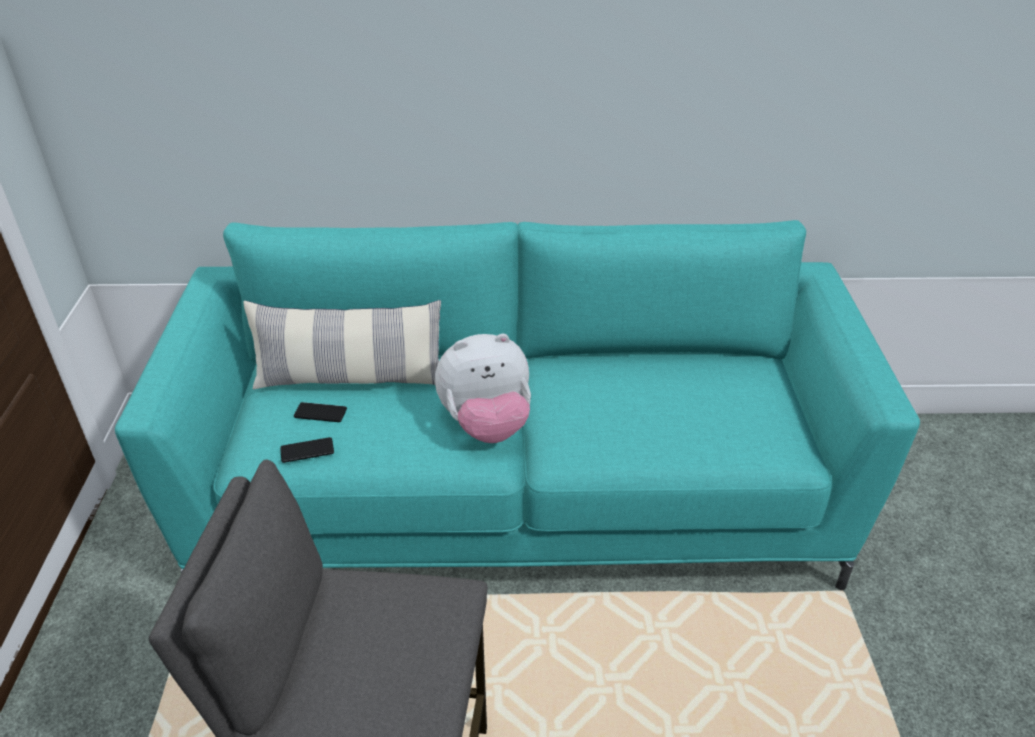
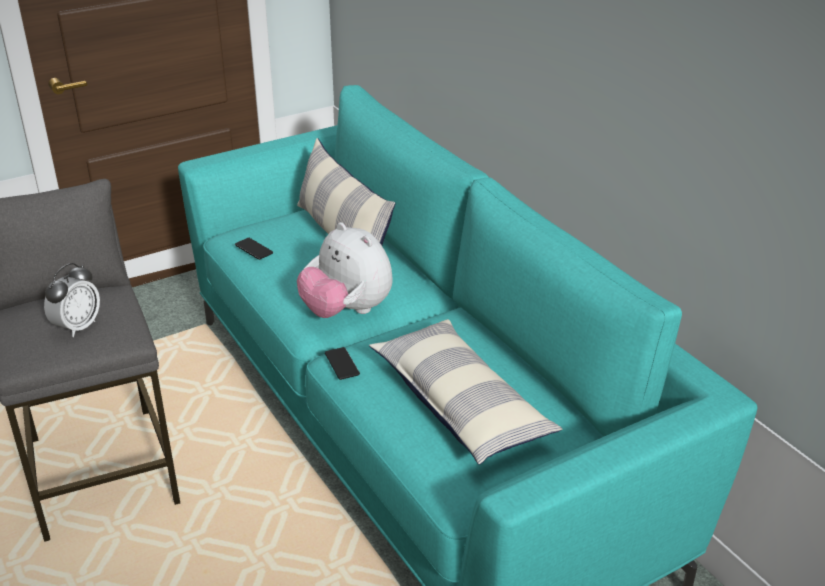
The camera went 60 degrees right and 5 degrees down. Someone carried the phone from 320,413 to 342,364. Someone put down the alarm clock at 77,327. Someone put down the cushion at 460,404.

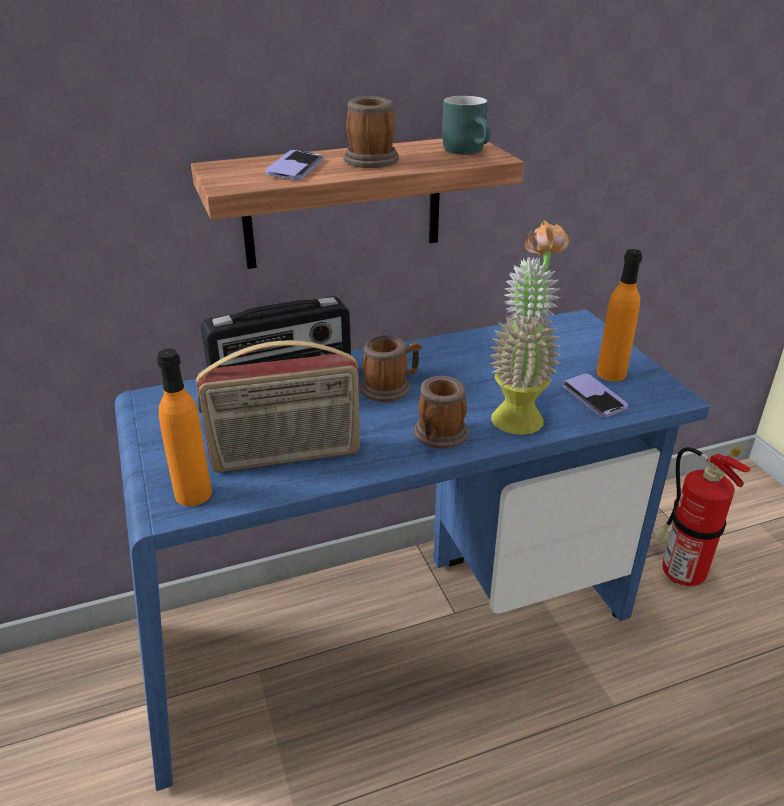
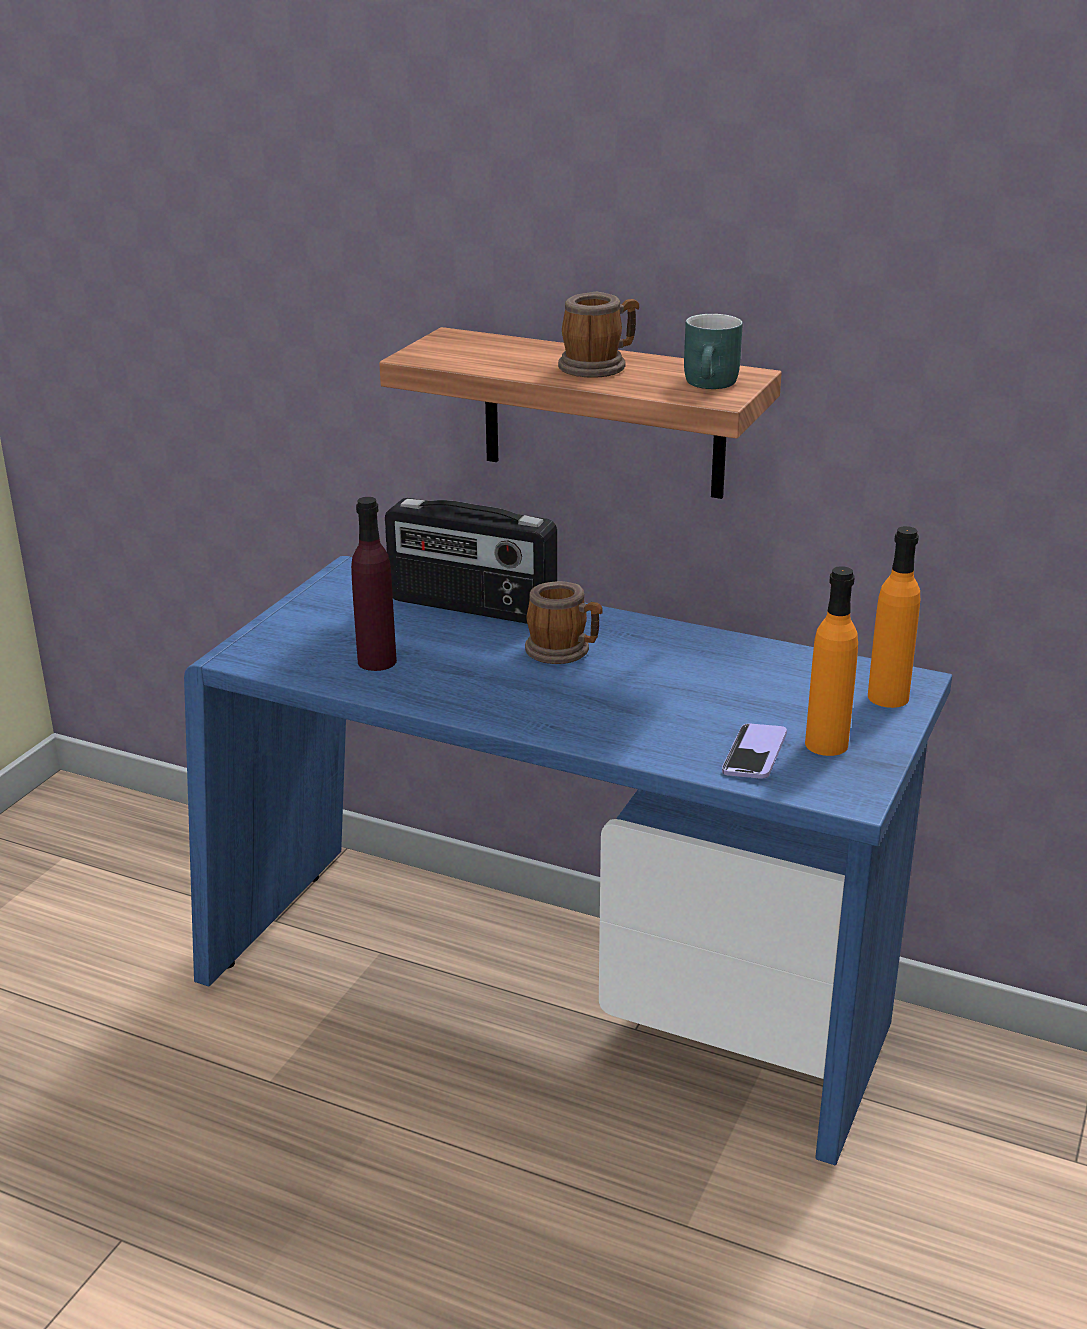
The camera went 45 degrees right and 5 degrees down. Someone took away the phone at 295,168. Someone took away the houseplant at 520,412. Someone swapped the radio receiver at 286,456 for the purple bottle at 377,661. Someone carried the orange-coloured bottle from 193,494 to 888,697. Someone took away the coffee mug at 438,437. Someone took away the extinguisher at 678,572.

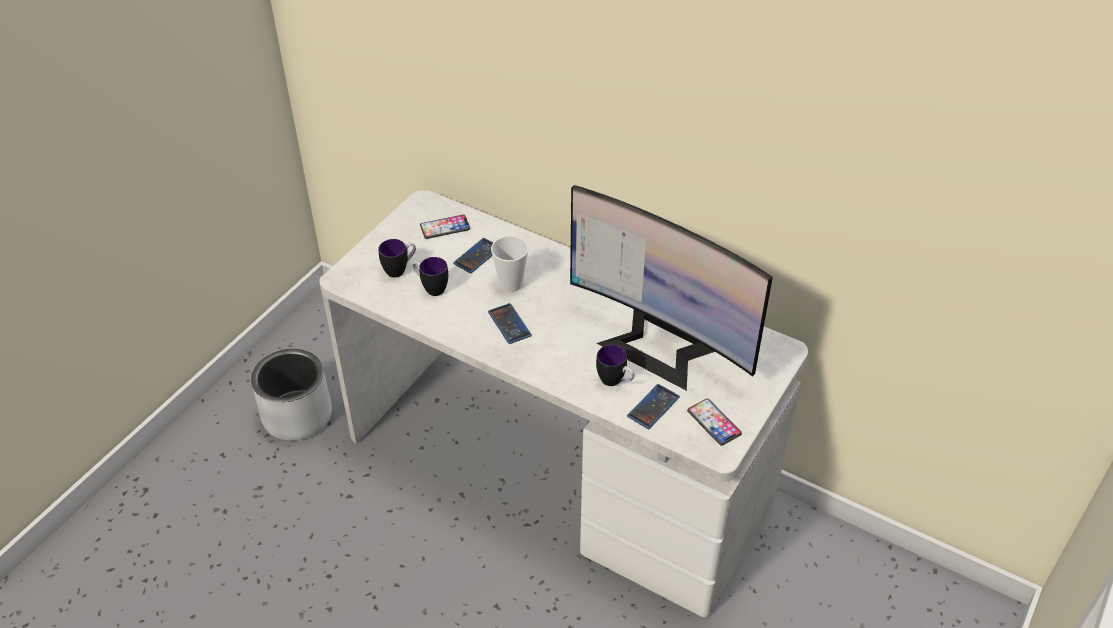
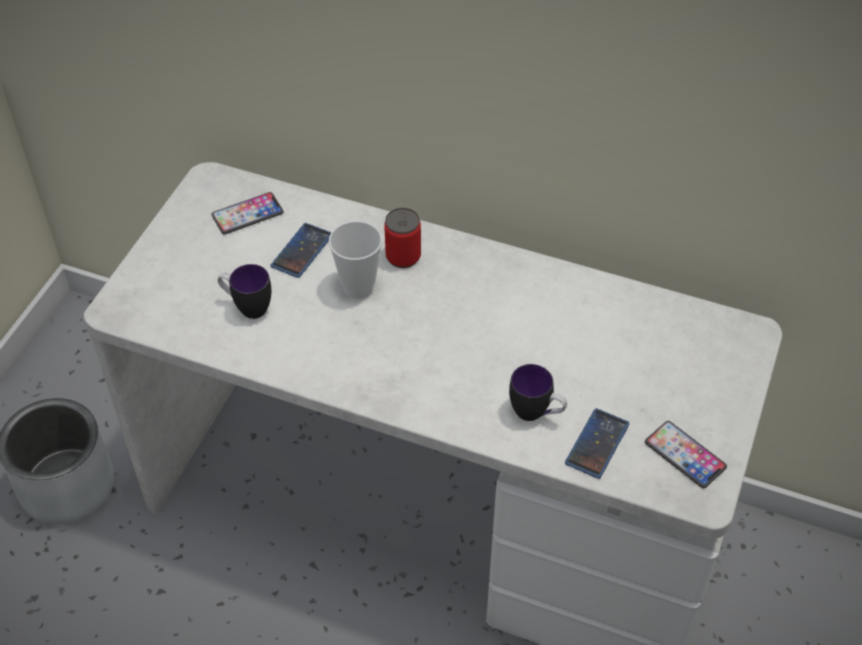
The camera went 10 degrees left and 5 degrees up. Someone took away the computer screen at 659,345. Someone took away the coffee mug at 400,269. Someone took away the phone at 509,324. Someone put down the can at 403,256.

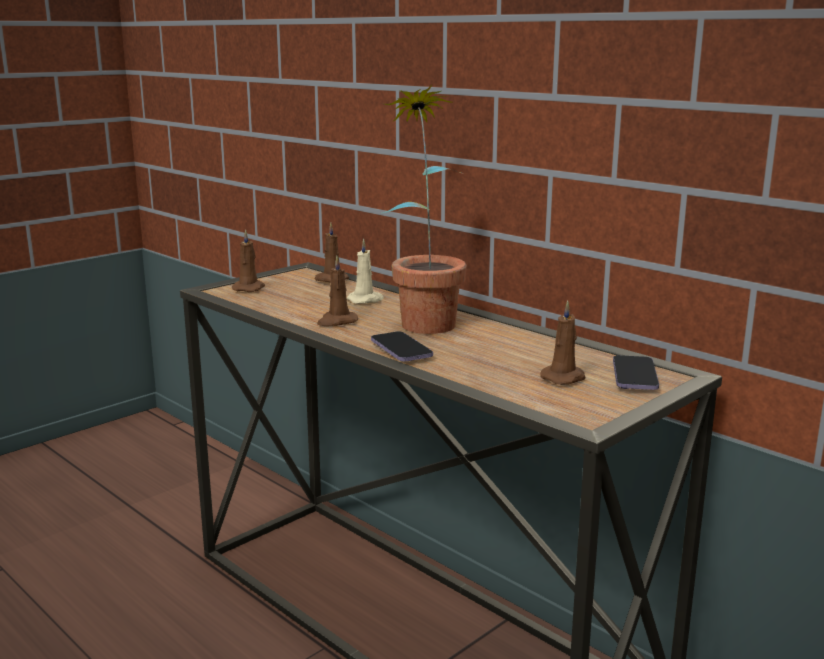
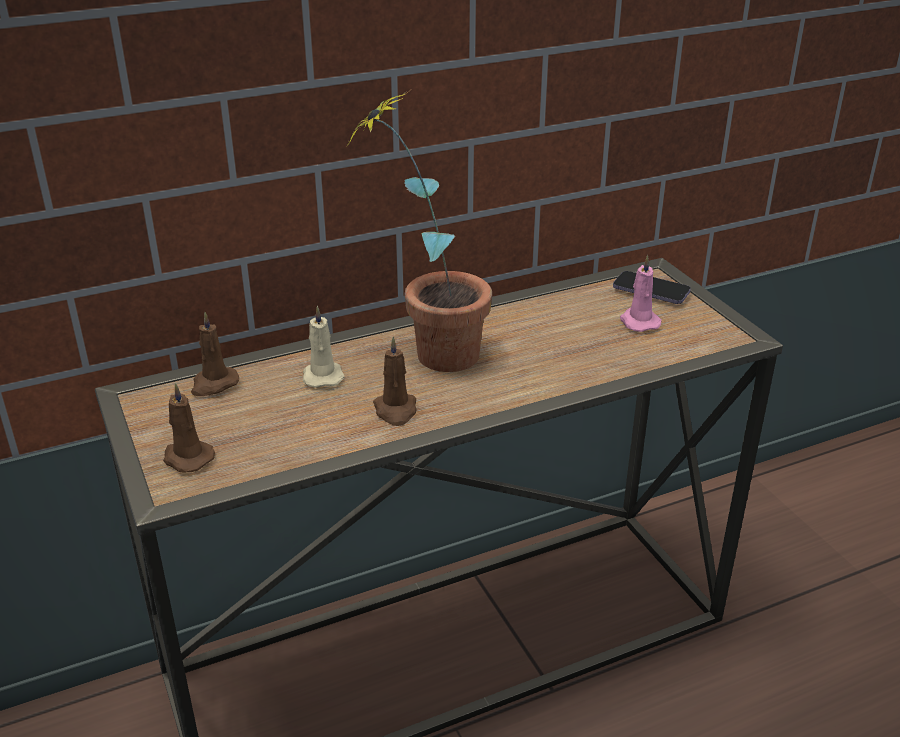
The camera went 70 degrees left and 15 degrees up. Someone repainted the brown-coloured candle at 564,378, which became the pink candle at 638,321. Someone took away the phone at 401,349.

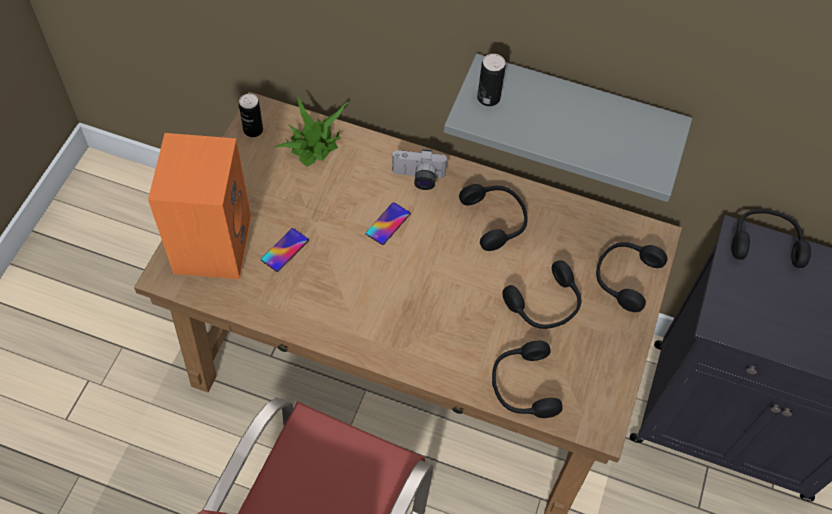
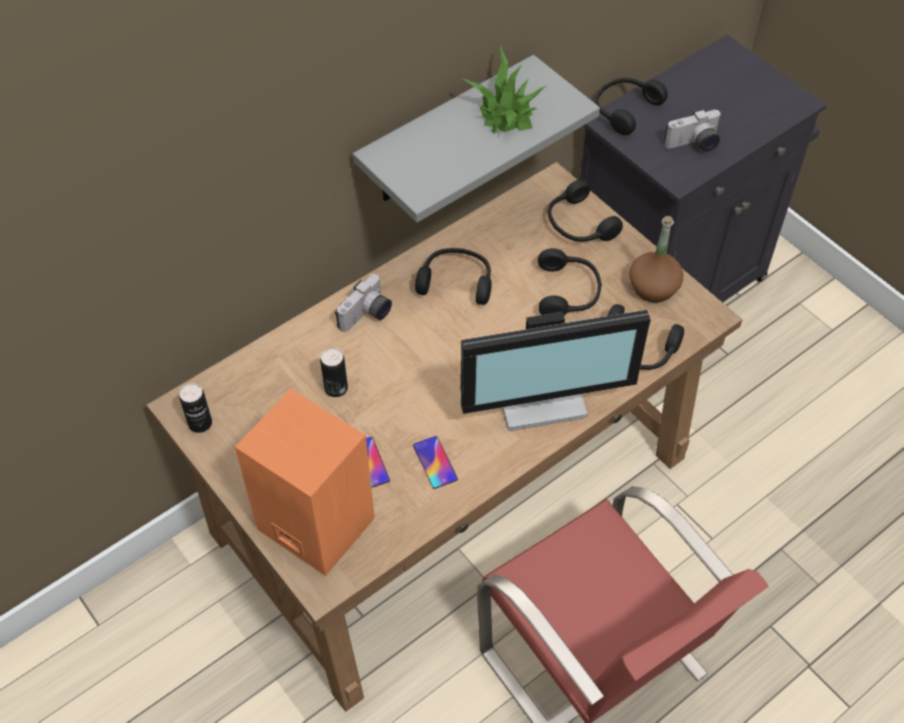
The camera went 55 degrees left and 5 degrees down. Someone carried the can from 488,98 to 336,388. Someone carried the houseplant from 314,144 to 506,112. Someone carried the phone from 388,223 to 435,462. Someone put down the still camera at 694,144. Someone put down the brown-coloured bottle at 653,287. Someone put down the computer screen at 541,395.

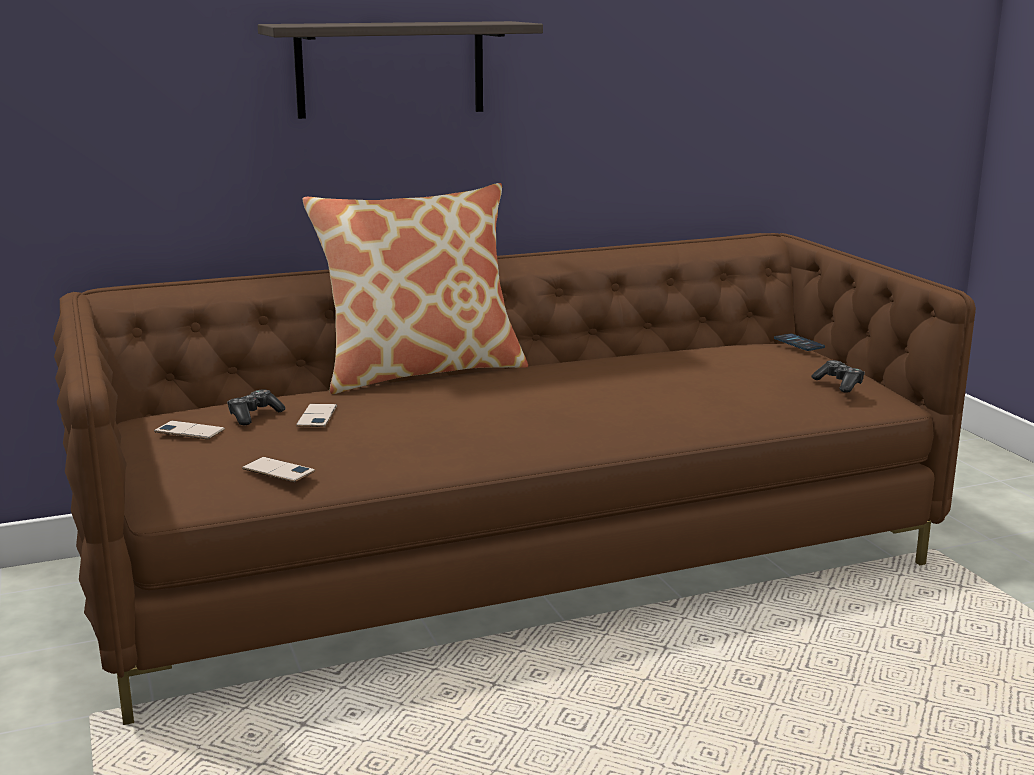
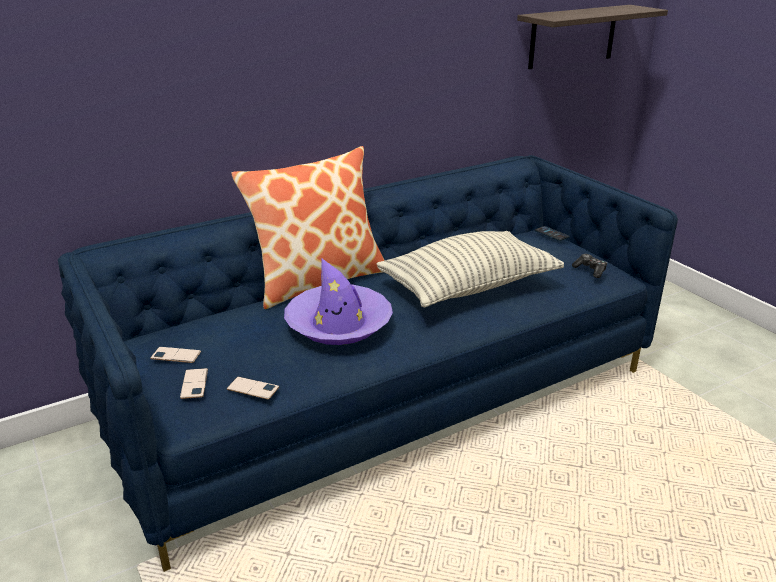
The camera went 10 degrees left and 10 degrees up. Someone carried the shelf from 390,69 to 573,36. Someone repainted the brown-coloured settee at 517,564, which became the blue-coloured settee at 388,397. Someone took away the gamepad at 254,415. Someone carried the phone from 317,416 to 194,384. Someone put down the cushion at 468,287. Someone put down the purple wearable hat at 339,324.

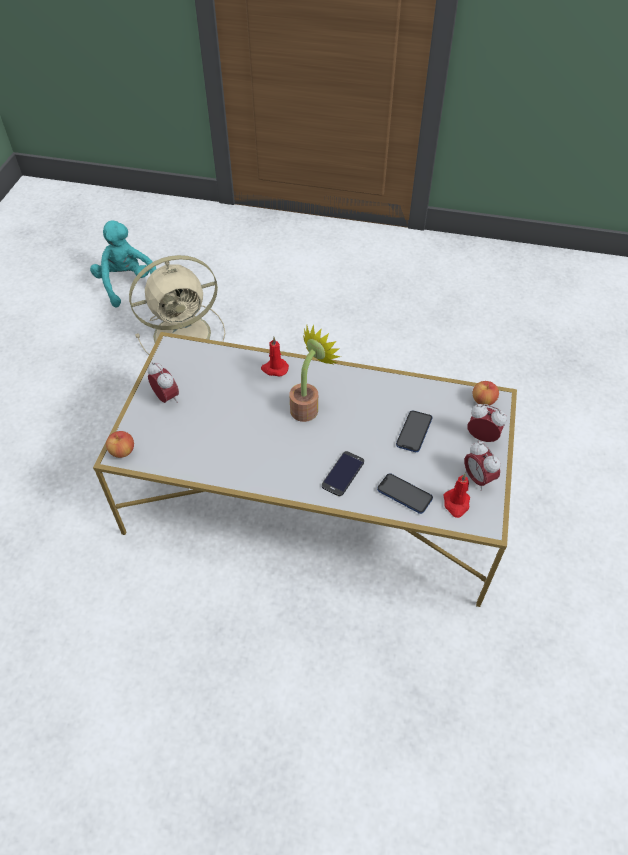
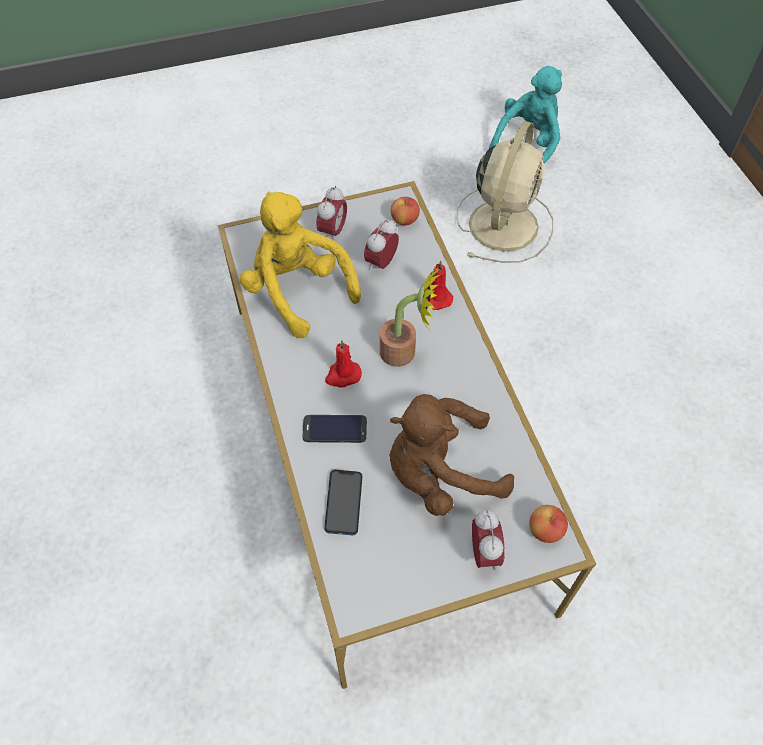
The camera went 60 degrees right and 5 degrees up. Someone rotated the beige fan at 185,334 by 105 degrees counterclockwise. Someone swapped the phone at 414,432 for the brown-coloured soft toy at 440,473. Someone carried the whole apple from 122,451 to 404,220. Someone carried the alarm clock from 477,478 to 381,263. Someone carried the reddish candle from 456,504 to 342,375. Someone put down the yellow-coloured soft toy at 297,291.

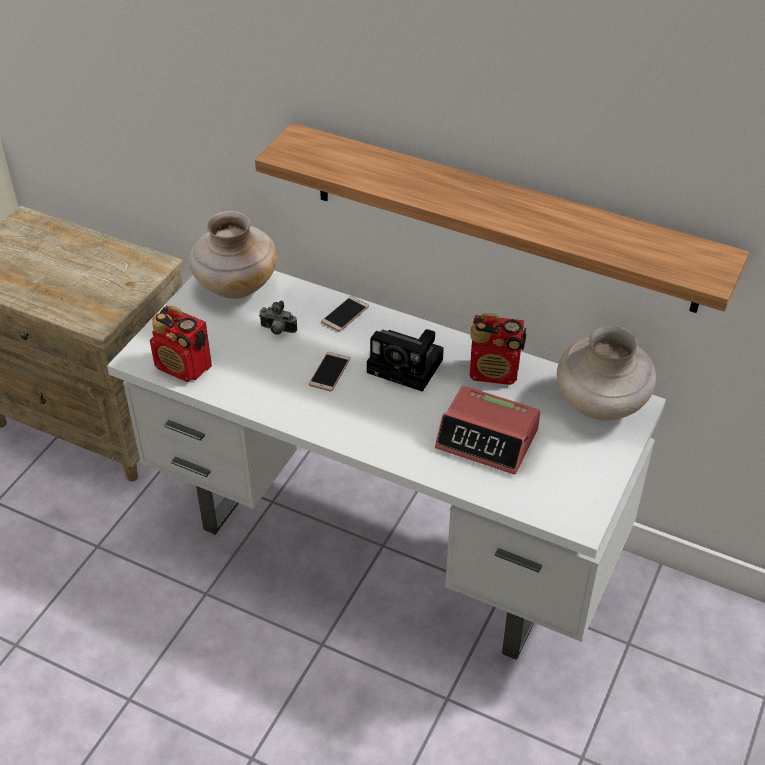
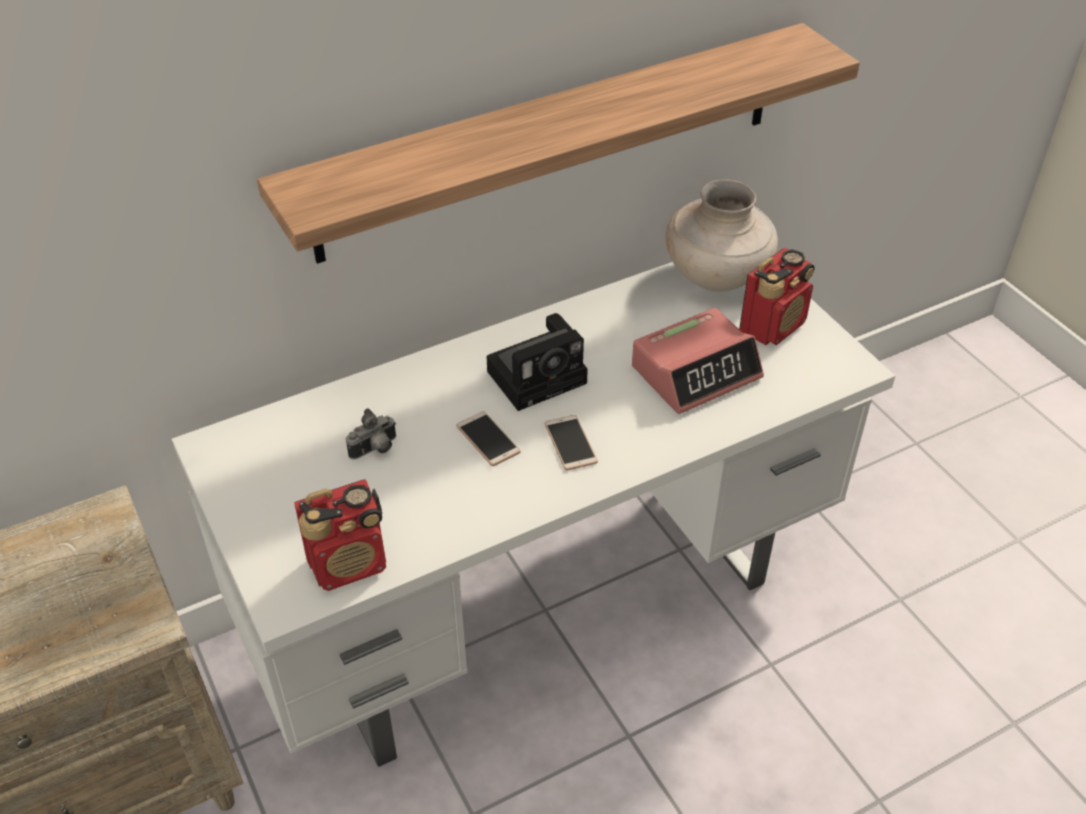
The camera went 55 degrees left and 0 degrees up. Someone took away the beige flower vase at 236,286. Someone carried the phone from 345,314 to 570,443. Someone carried the radio receiver from 494,372 to 773,326.

